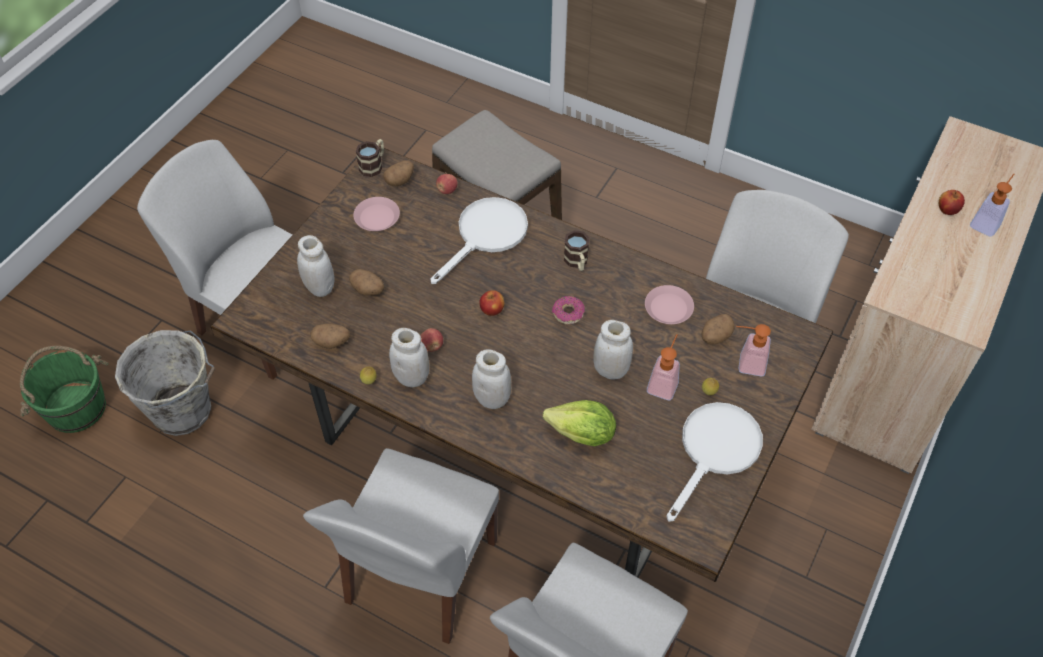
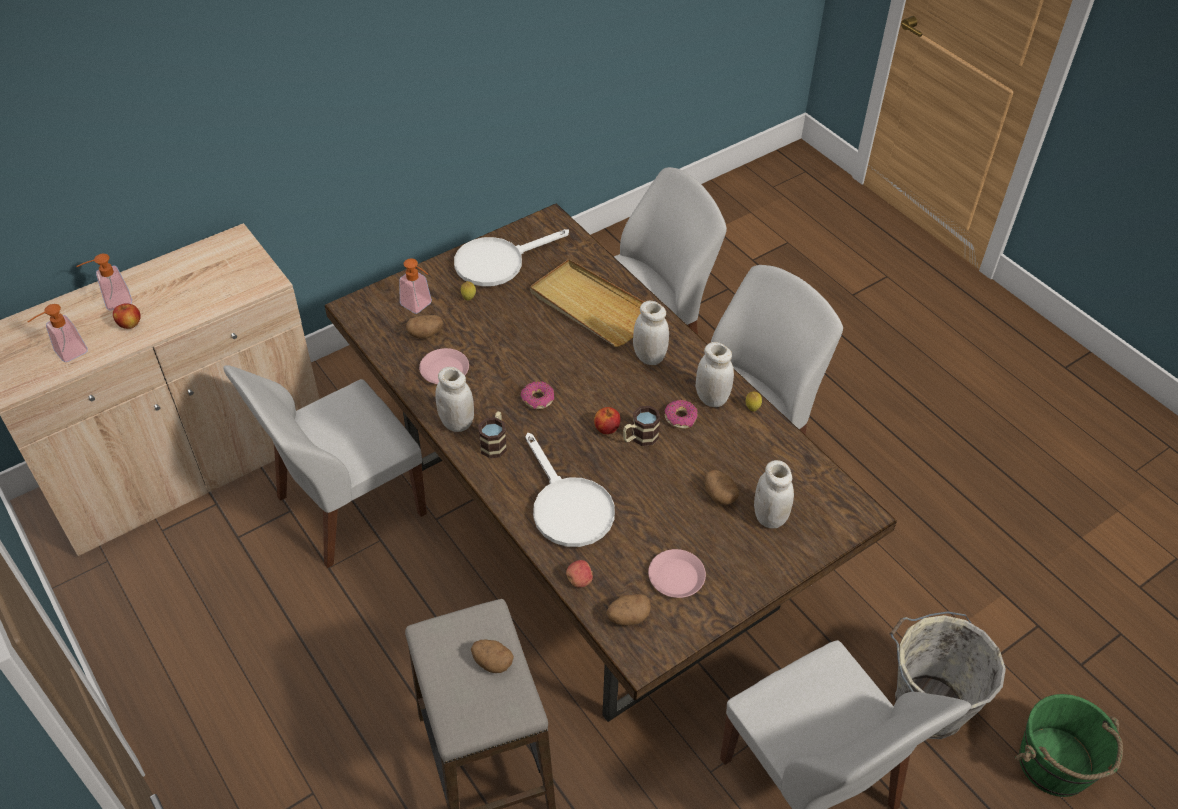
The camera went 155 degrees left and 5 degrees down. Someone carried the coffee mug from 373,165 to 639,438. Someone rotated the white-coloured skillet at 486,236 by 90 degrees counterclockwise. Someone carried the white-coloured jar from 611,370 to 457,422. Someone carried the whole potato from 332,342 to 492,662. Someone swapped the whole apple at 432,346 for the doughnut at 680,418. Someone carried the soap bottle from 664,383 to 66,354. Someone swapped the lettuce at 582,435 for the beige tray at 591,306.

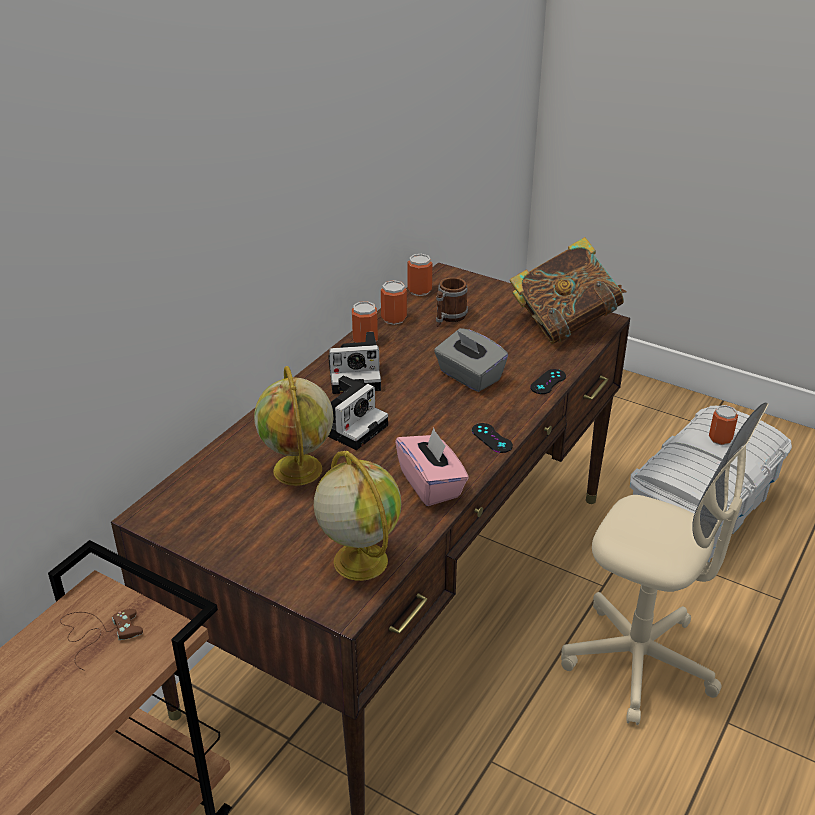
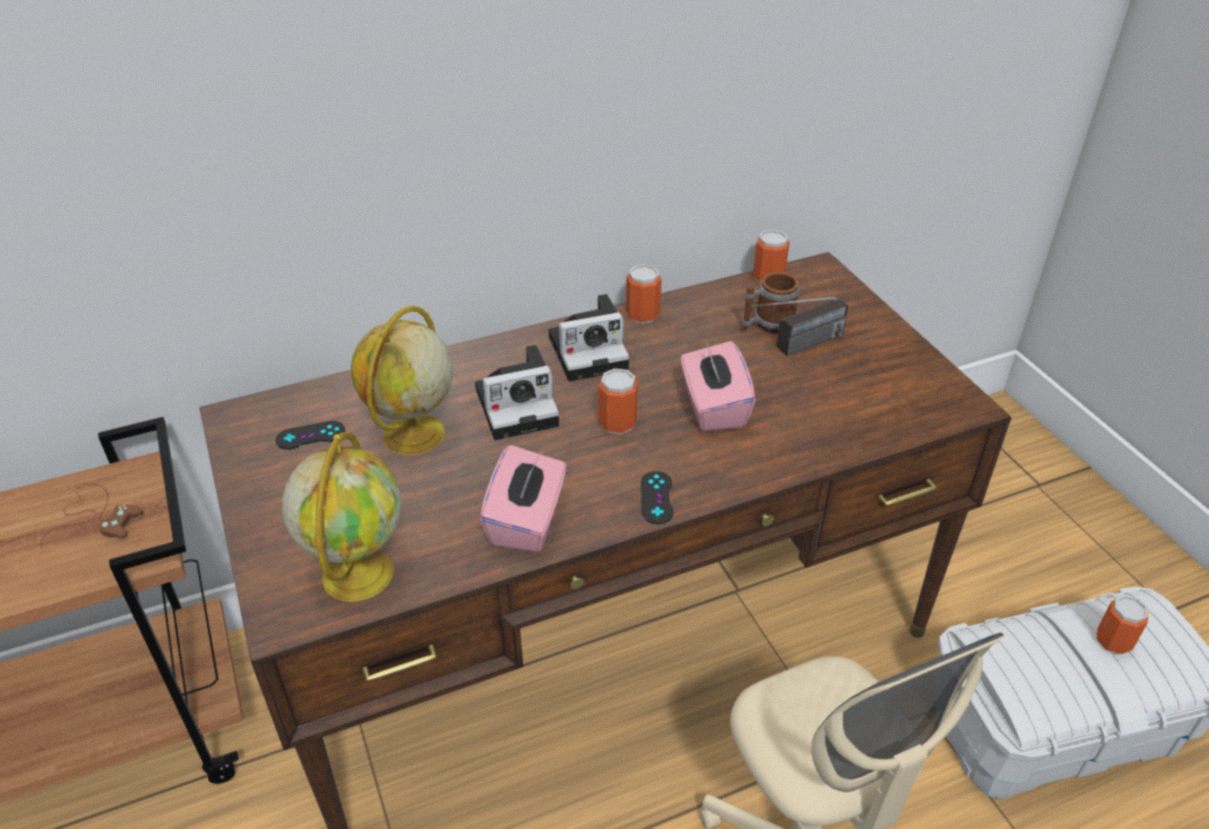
The camera went 35 degrees right and 5 degrees up. Someone took away the book at 565,324. Someone carried the can from 393,318 to 617,423. Someone repainted the gray box of tissues at 469,376, which became the pink box of tissues at 713,407. Someone rotated the still camera at 357,374 by 45 degrees counterclockwise. Someone carried the blackish gamepad from 548,382 to 310,435. Someone put down the radio receiver at 795,348.

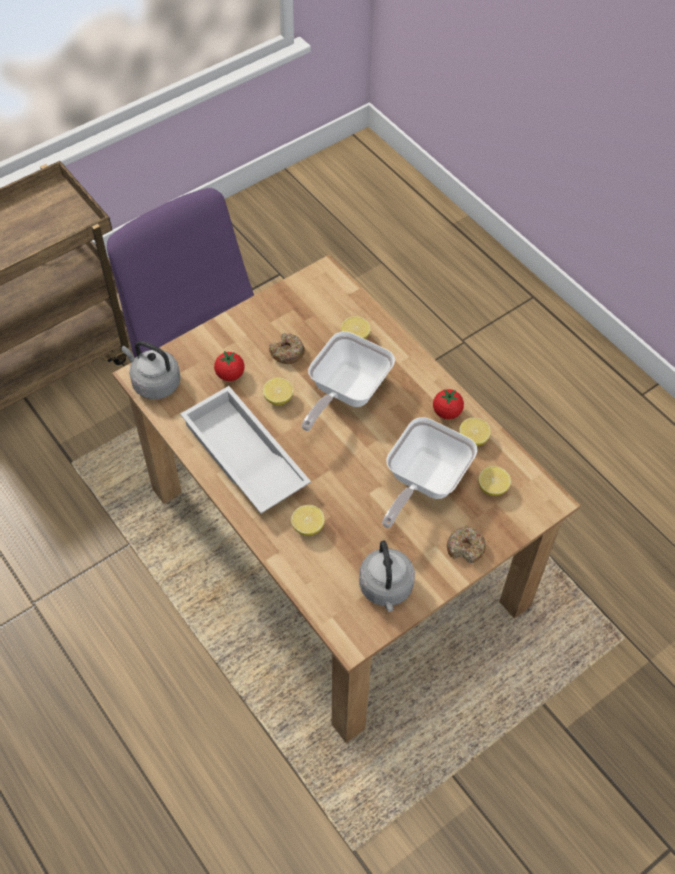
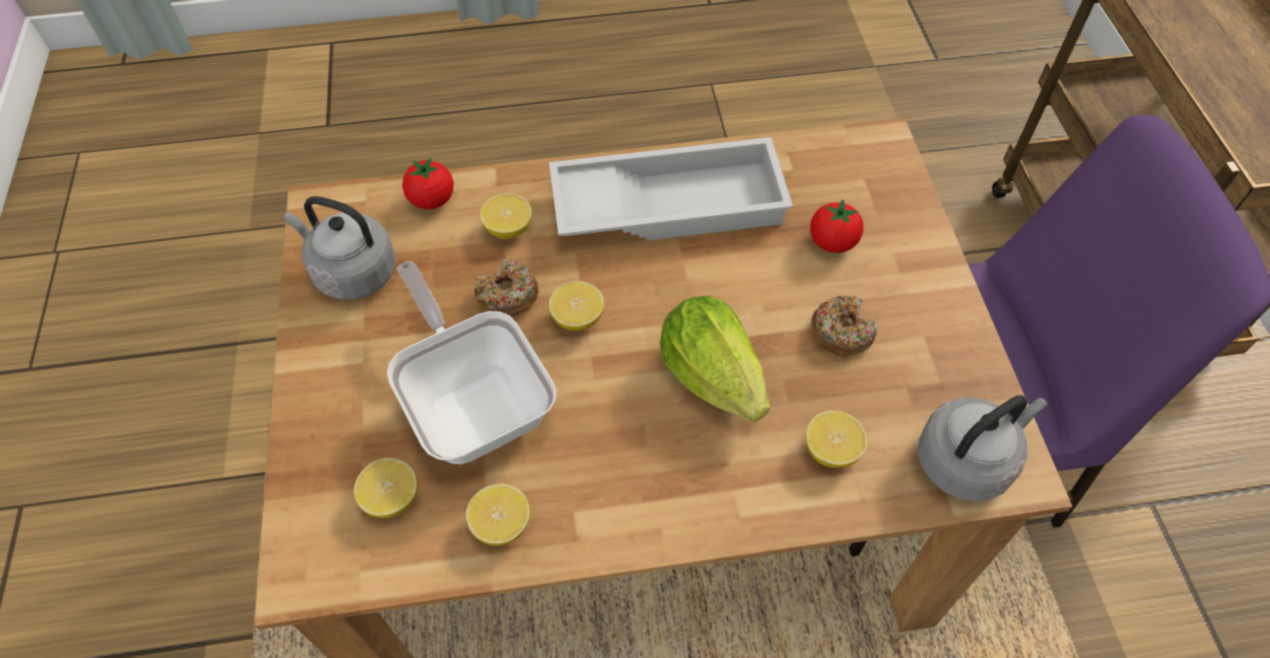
The camera went 120 degrees right and 0 degrees up. Someone swapped the skillet at 345,393 for the lettuce at 712,376. Someone carried the gray tea kettle from 154,383 to 967,460. Someone carried the citrus fruit from 278,398 to 577,318. Someone carried the tomato from 447,412 to 432,200. Someone carried the doughnut from 465,548 to 507,295.

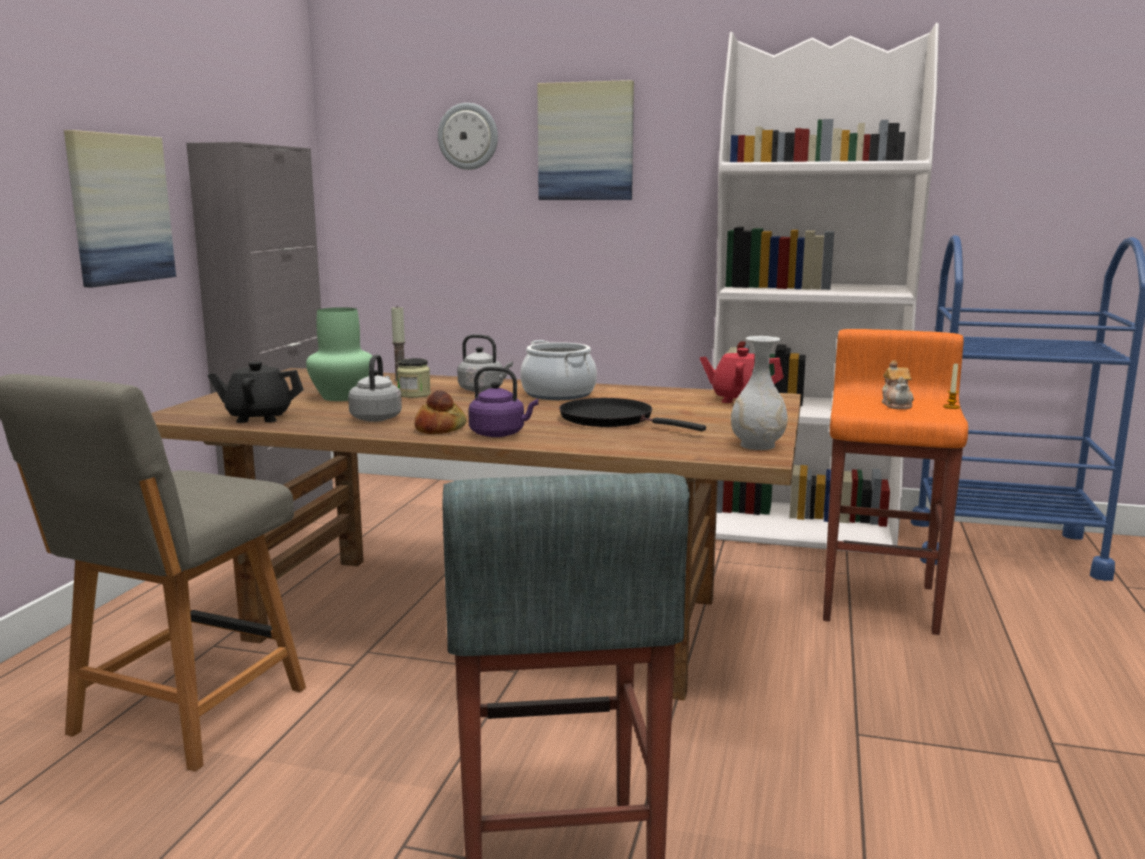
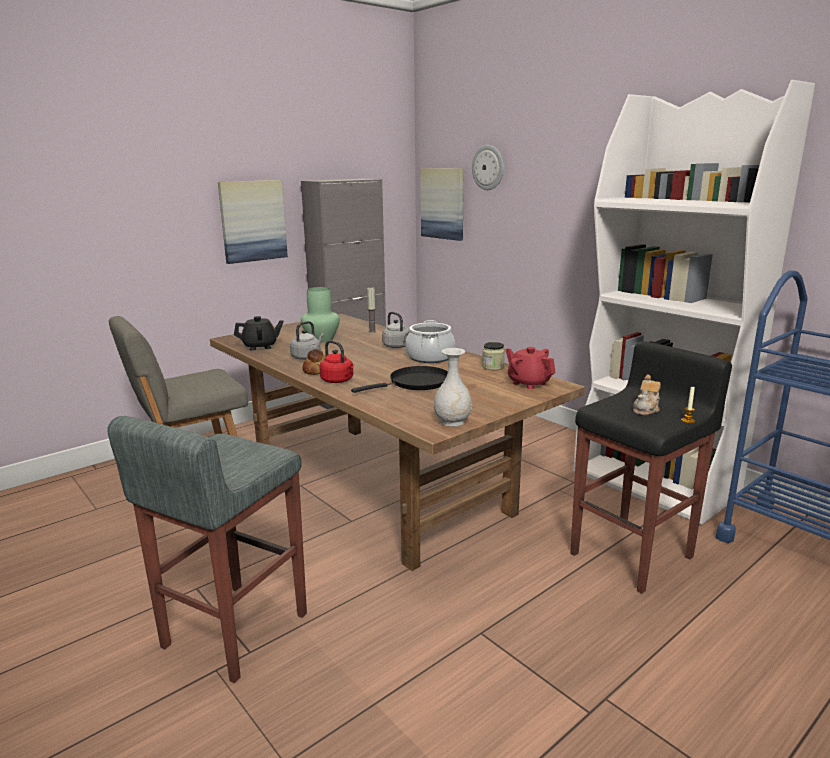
The camera went 35 degrees right and 5 degrees up. Someone carried the wall art from 586,142 to 443,203. Someone repainted the orange-coloured stool seat at 881,602, which became the blackish stool seat at 634,555. Someone carried the jar from 414,394 to 493,367. Someone rotated the blackish pot for tea at 259,417 by 135 degrees clockwise. Someone repainted the purple tea kettle at 500,434, which became the reddish tea kettle at 338,381. Someone rotated the blackish skillet at 612,420 by 75 degrees clockwise.

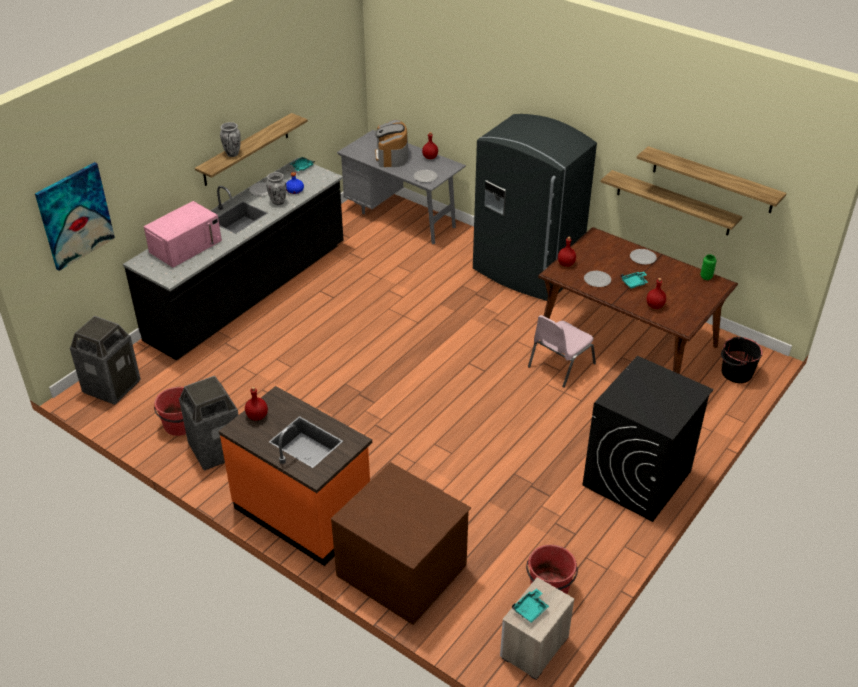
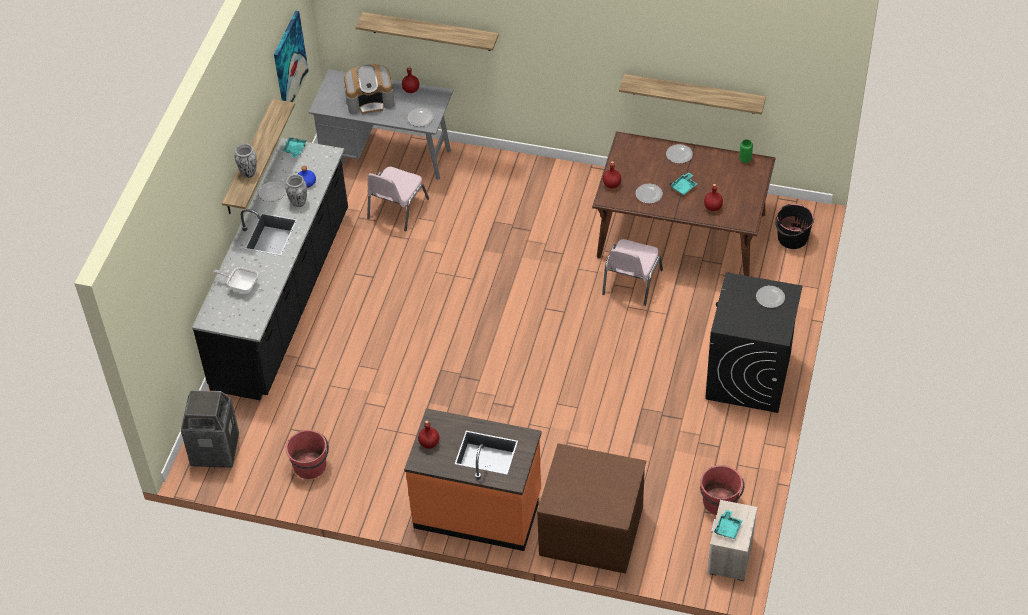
The camera went 20 degrees left and 10 degrees up. Someone took away the gray kitchen fridge at 526,272. Someone rotated the coffee machine at 391,156 by 75 degrees counterclockwise. Someone carried the shelf from 712,180 to 431,31. Someone carried the wall art from 75,216 to 289,62. Someone swapped the pink kitchen microwave at 186,246 for the skillet at 241,286. Someone took away the rubbish bin at 216,449. Someone put down the pink plain chair at 396,209. Someone put down the flat dish at 770,298.

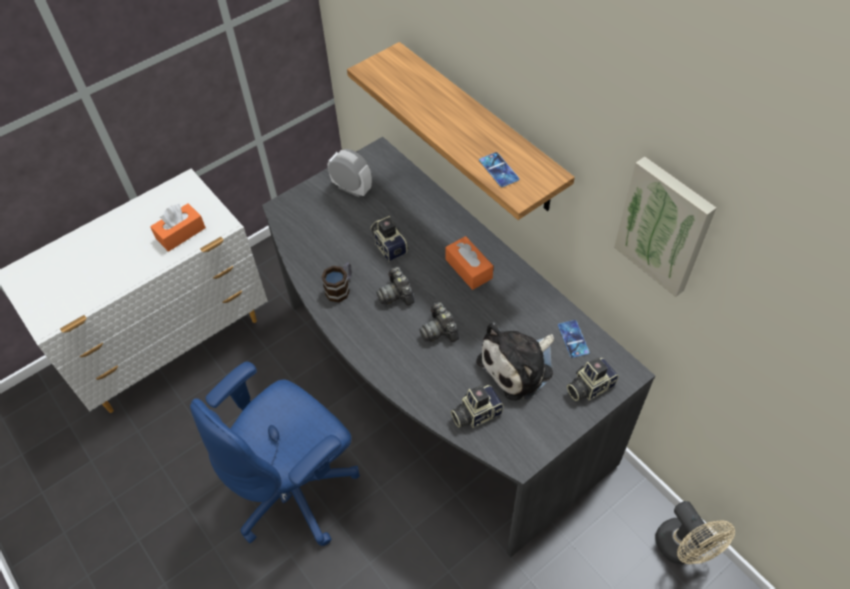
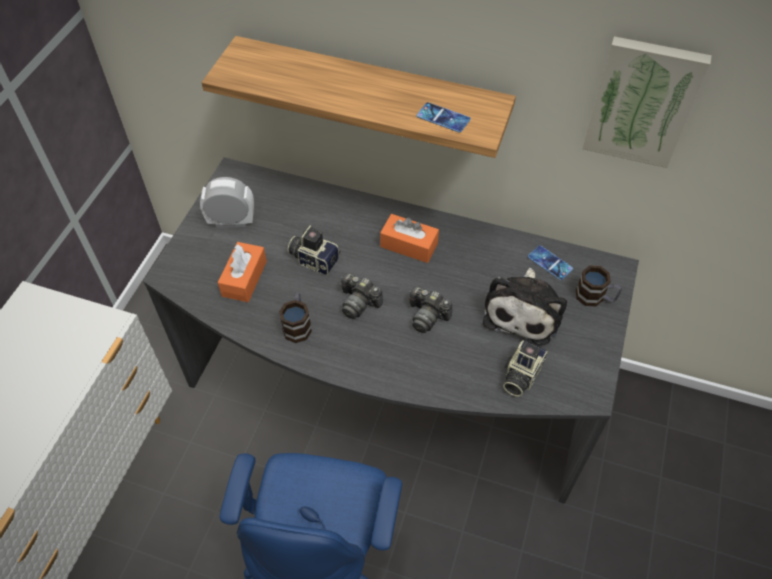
The camera went 35 degrees left and 0 degrees up. Someone carried the orange-coloured box of tissues from 181,233 to 244,278. Someone swapped the still camera at 589,386 for the coffee mug at 595,297. Someone took away the beige fan at 683,549.

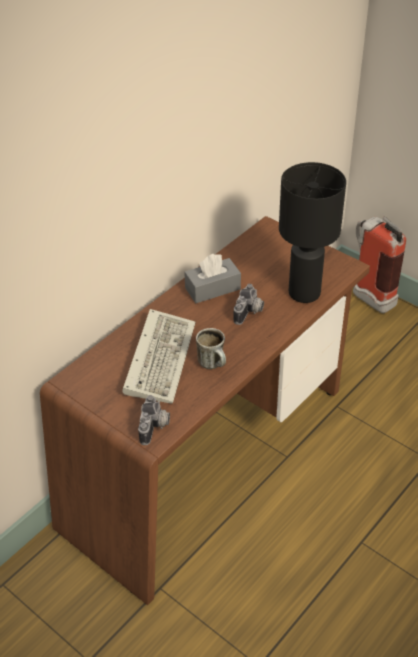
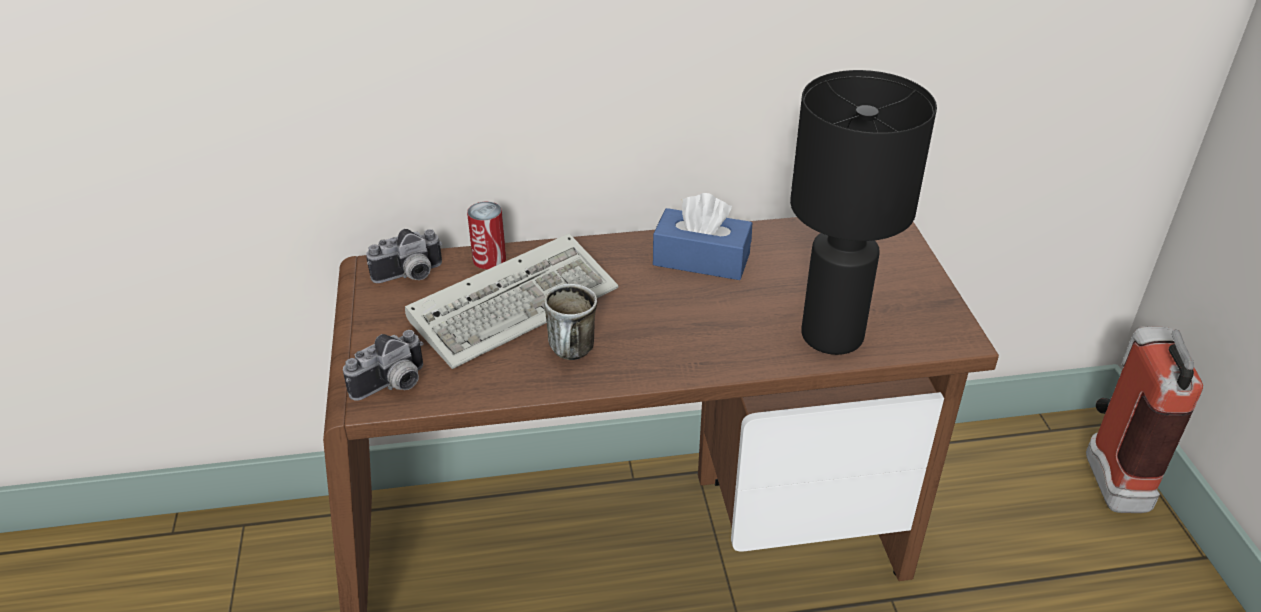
The camera went 40 degrees right and 5 degrees down. Someone repainted the gray box of tissues at 212,288, which became the blue-coloured box of tissues at 701,259. Someone carried the still camera from 250,312 to 410,276. Someone put down the can at 489,259.

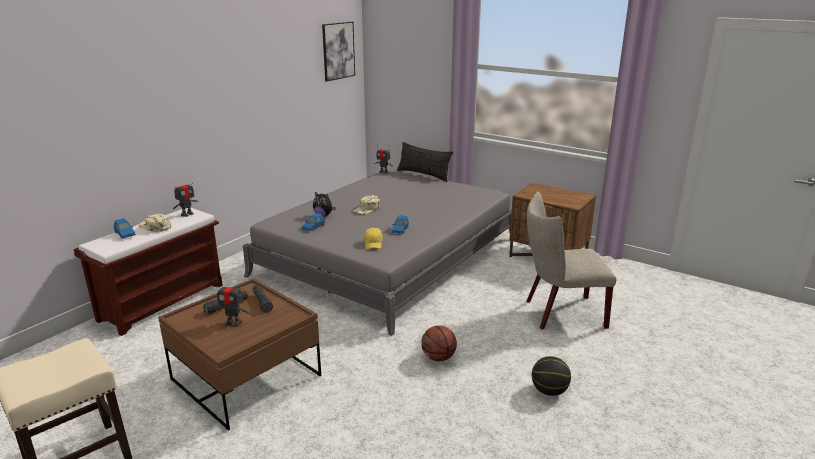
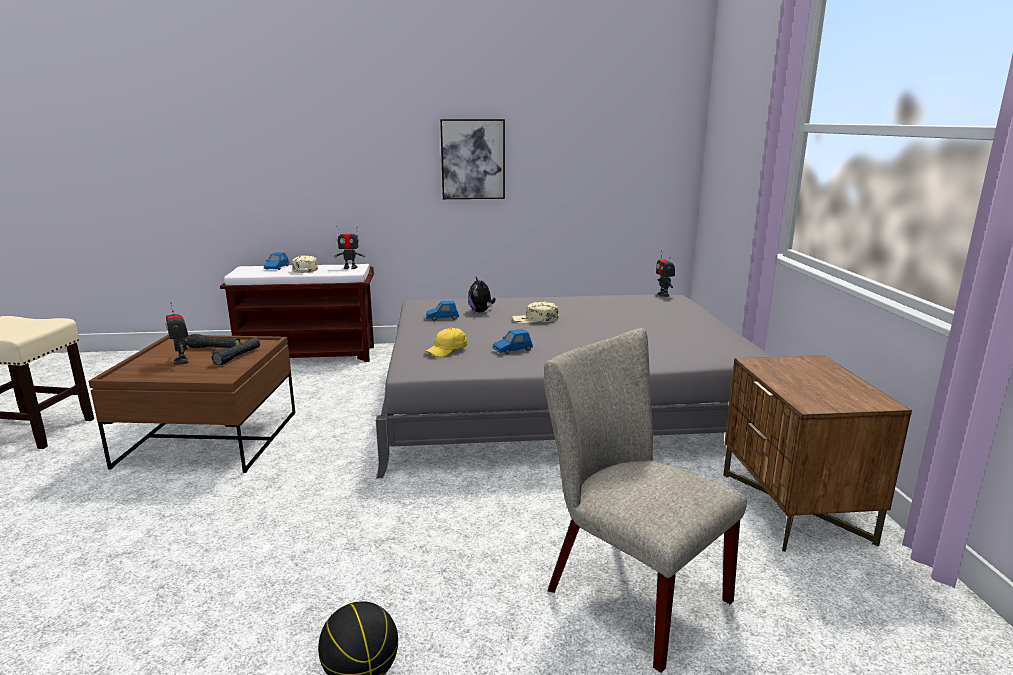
The camera went 50 degrees right and 5 degrees down. Someone carried the wall art from 338,51 to 473,159. Someone took away the cushion at 423,175. Someone took away the basketball ball at 438,358.

